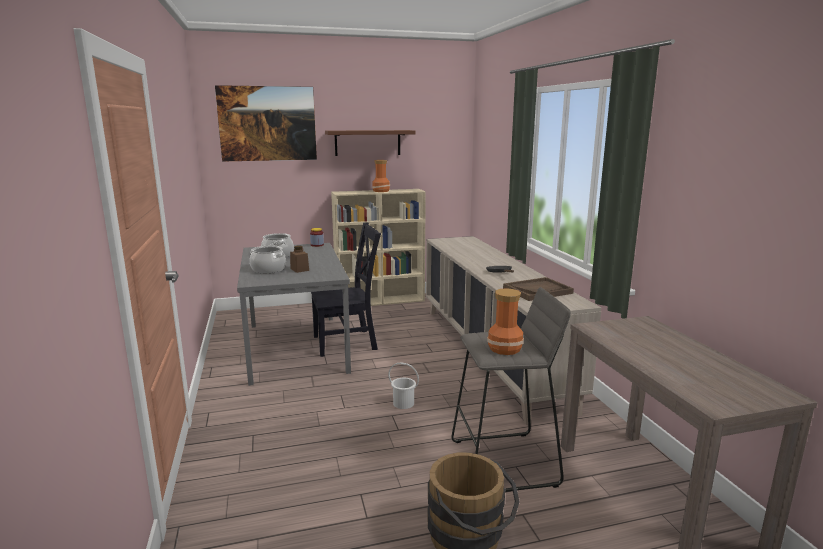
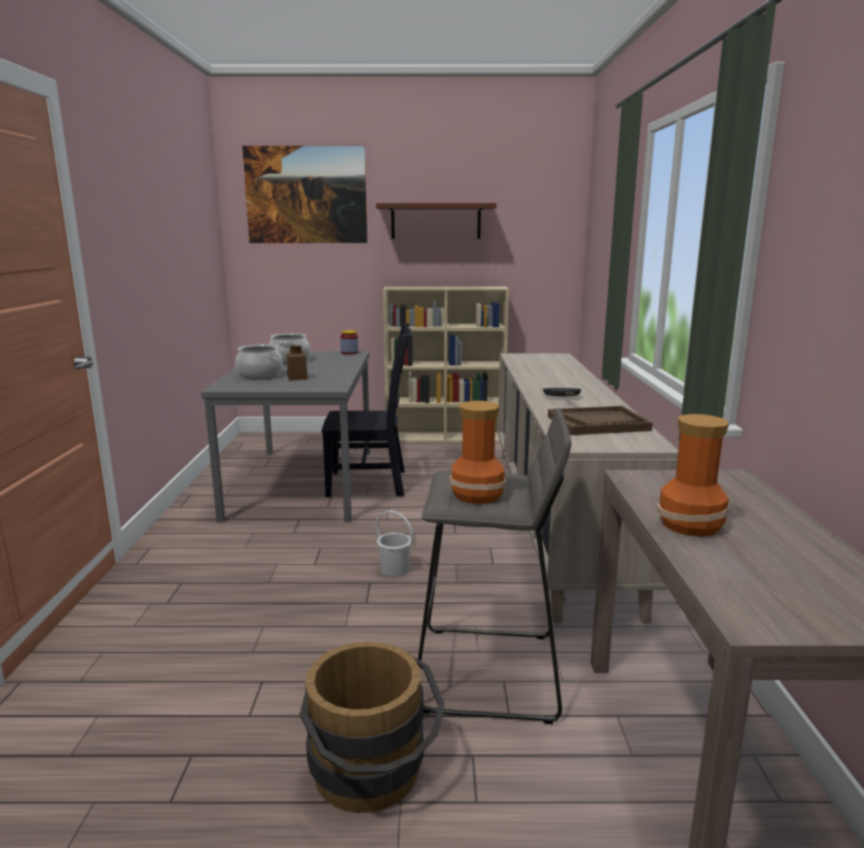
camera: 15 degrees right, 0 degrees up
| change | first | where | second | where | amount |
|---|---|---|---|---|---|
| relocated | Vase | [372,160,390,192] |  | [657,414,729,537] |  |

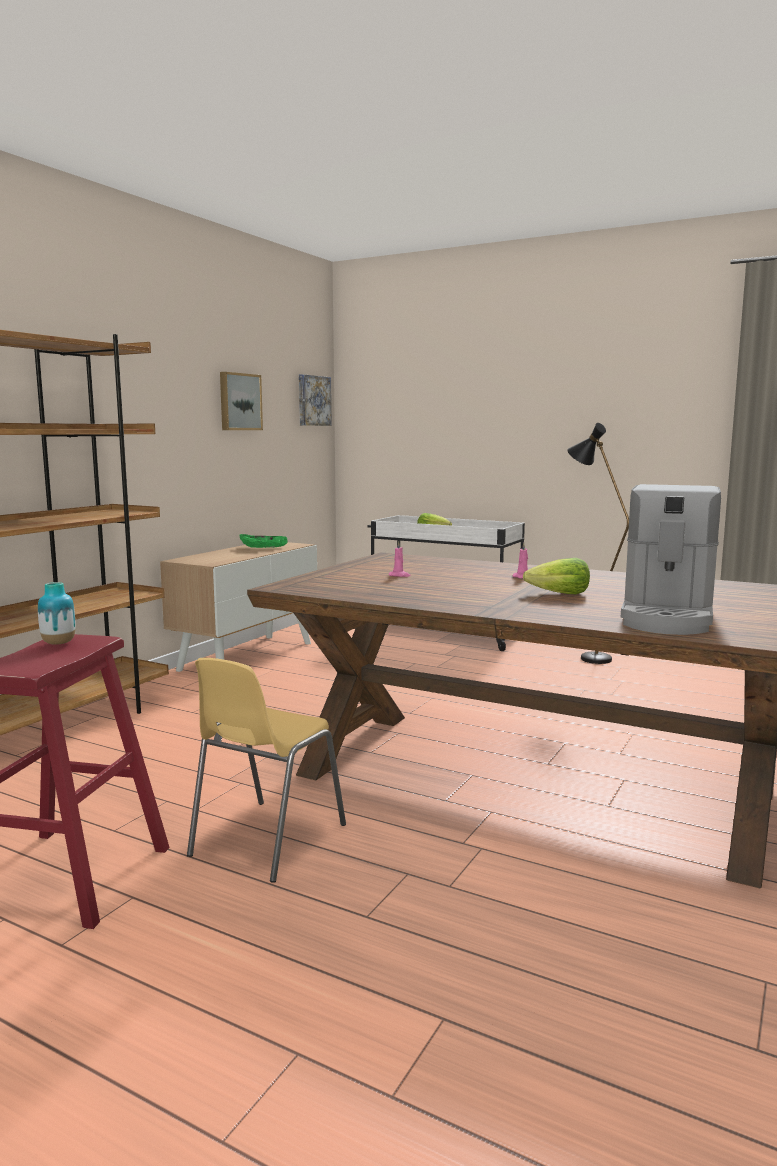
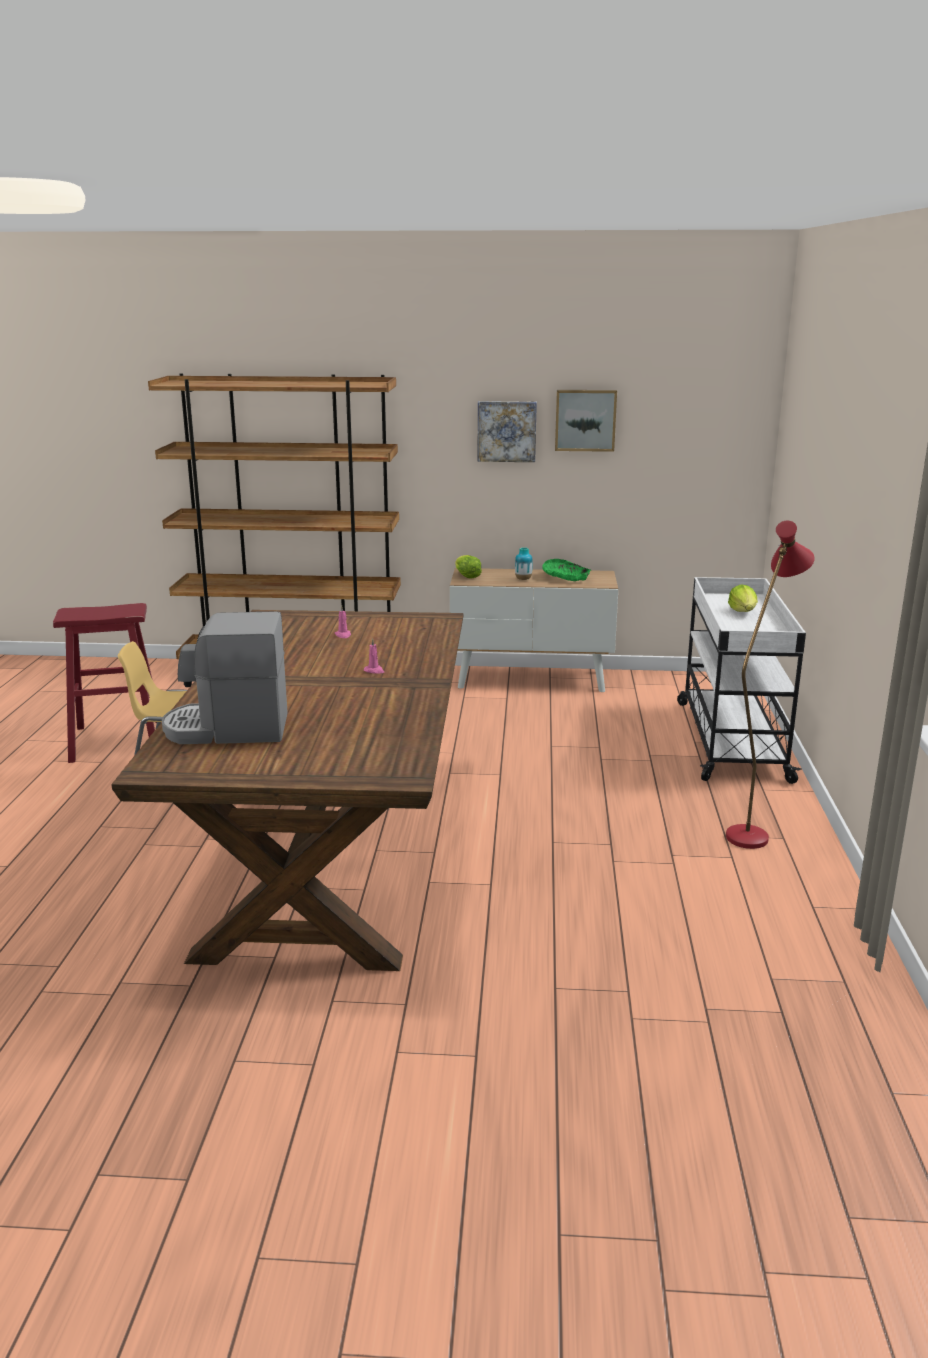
camera: 65 degrees right, 10 degrees up
| change | first | where | second | where | amount |
|---|---|---|---|---|---|
| relocated | Salatkopf | [523,558,590,594] |  | [455,555,482,579] |  |
| relocated | Bild | [299,374,332,426] |  | [478,401,537,462] |  |
| relocated | Vase | [38,582,75,644] |  | [515,547,533,580] |  |
| colour | Stehlampe/schwarz | [567,423,629,664] | Stehlampe/rot | [726,521,815,849] |  |

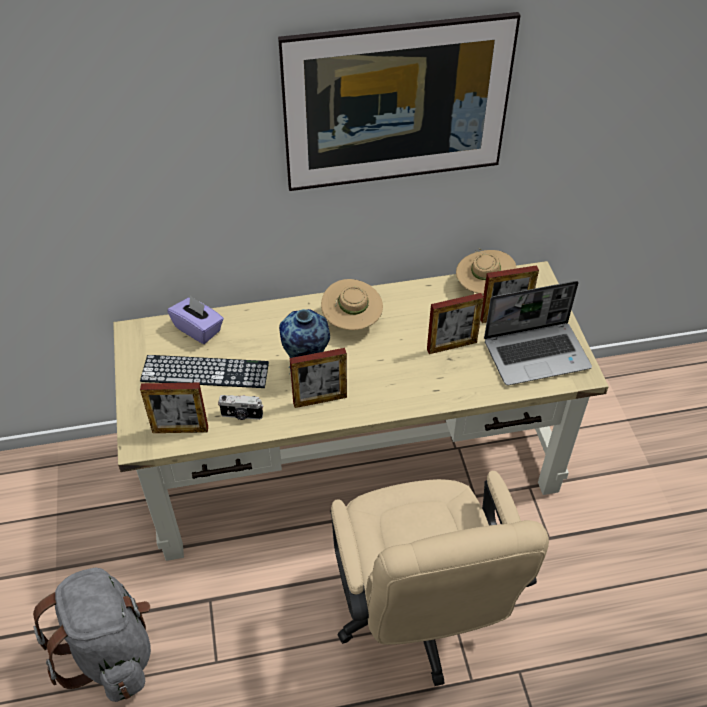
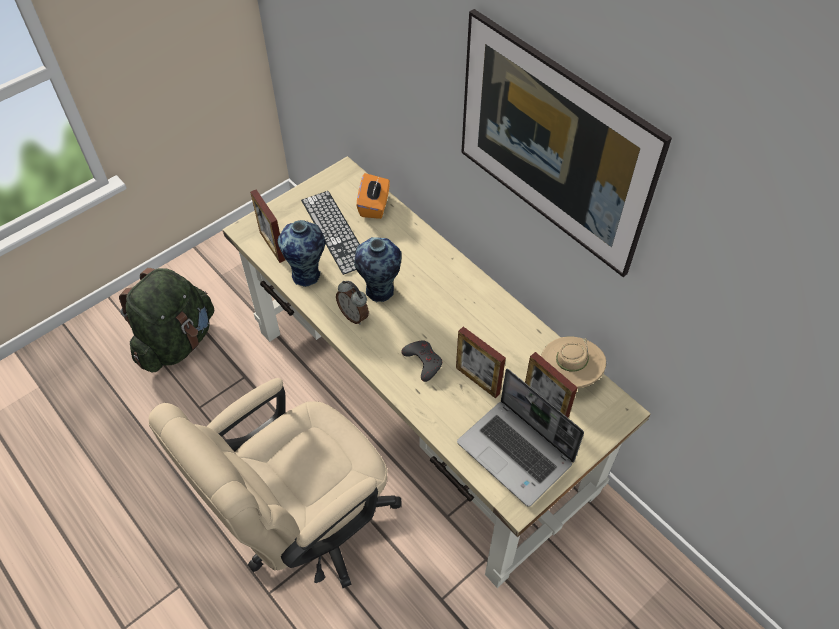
camera: 60 degrees right, 5 degrees up
| change | first | where | second | where | amount |
|---|---|---|---|---|---|
| colour | Rucksack/grau | [33,568,151,702] | Rucksack/grün | [119,268,214,373] |  |
| exchanged | Kamera | [218,395,263,420] | Vase | [277,220,325,287] |  |
| exchanged | Bilderrahmen | [290,348,347,408] | Wecker | [336,281,369,325] |  |
| colour | Taschentuchbox/lila | [167,295,224,344] | Taschentuchbox/orange | [357,173,390,219] |  |
| appeared |  |  | Gamepad/grau | [401,340,442,382] |  |
| missing | Hut/beige | [321,279,383,330] |  |  |  |

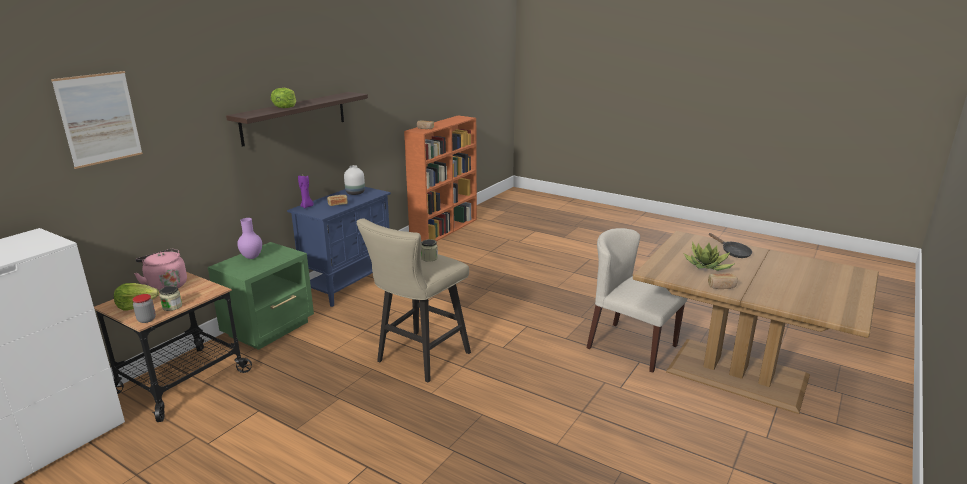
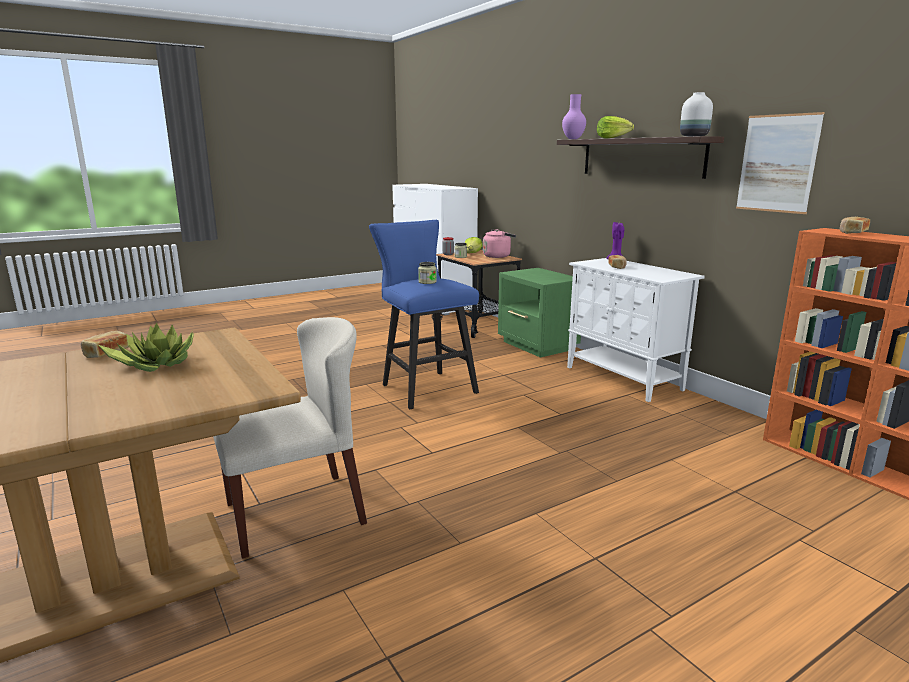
camera: 115 degrees right, 5 degrees down
| change | first | where | second | where | amount |
|---|---|---|---|---|---|
| colour | Hocker/beige | [357,218,471,383] | Hocker/blau | [369,220,479,409] |  |
| relocated | Vase/lila | [237,218,262,259] |  | [562,94,586,139] |  |
| colour | Schrank/blau | [287,187,391,307] | Schrank/weiß | [567,258,705,402] |  |
| relocated | Vase/weiß | [344,165,365,195] |  | [680,92,713,136] |  |
| relocated | Bild | [51,71,143,169] |  | [736,112,825,214] |  |
| missing | Pfanne/schwarz | [709,233,752,258] |  |  |  |

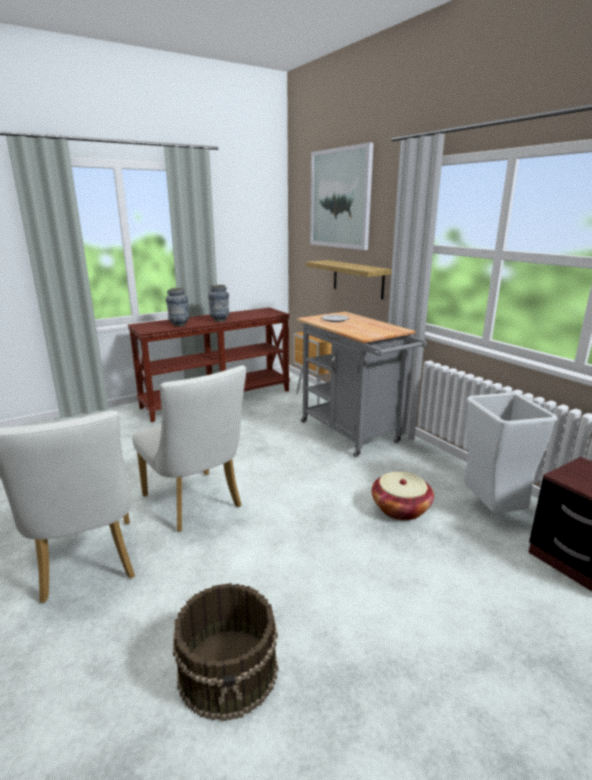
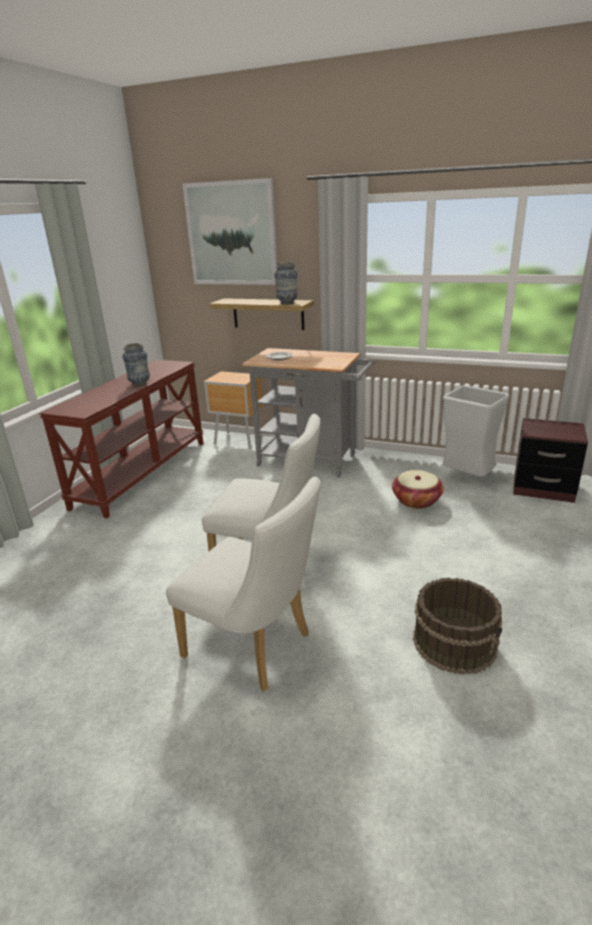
camera: 35 degrees left, 5 degrees up
| change | first | where | second | where | amount |
|---|---|---|---|---|---|
| relocated | Vase | [166,288,189,327] |  | [274,262,297,305] |  |

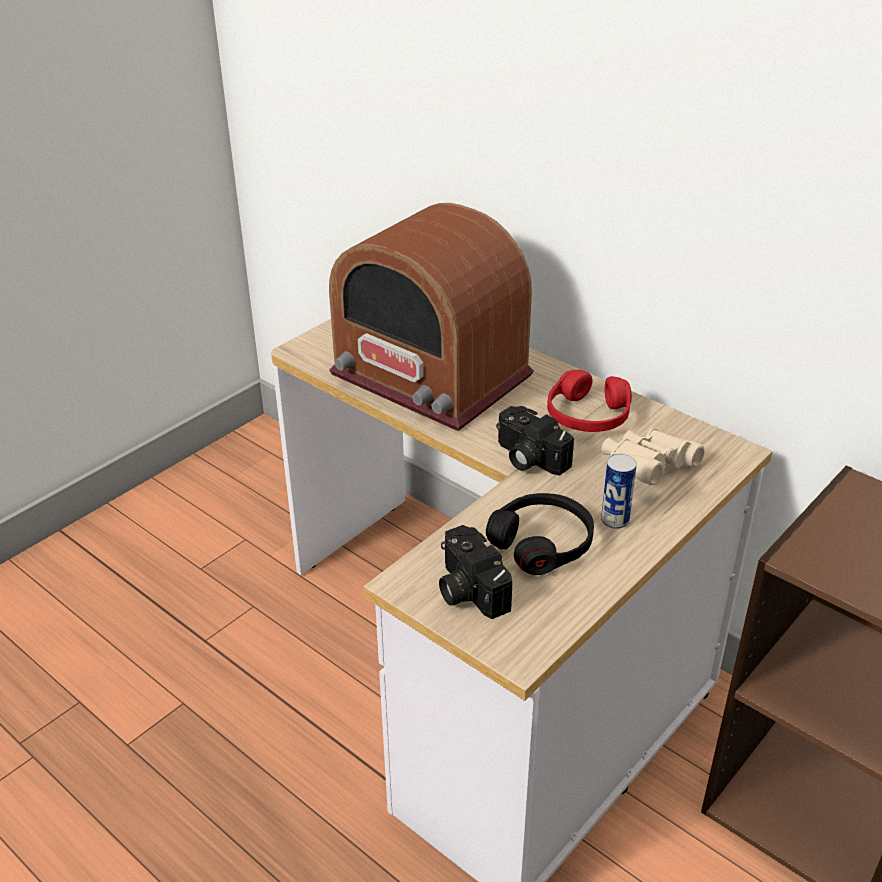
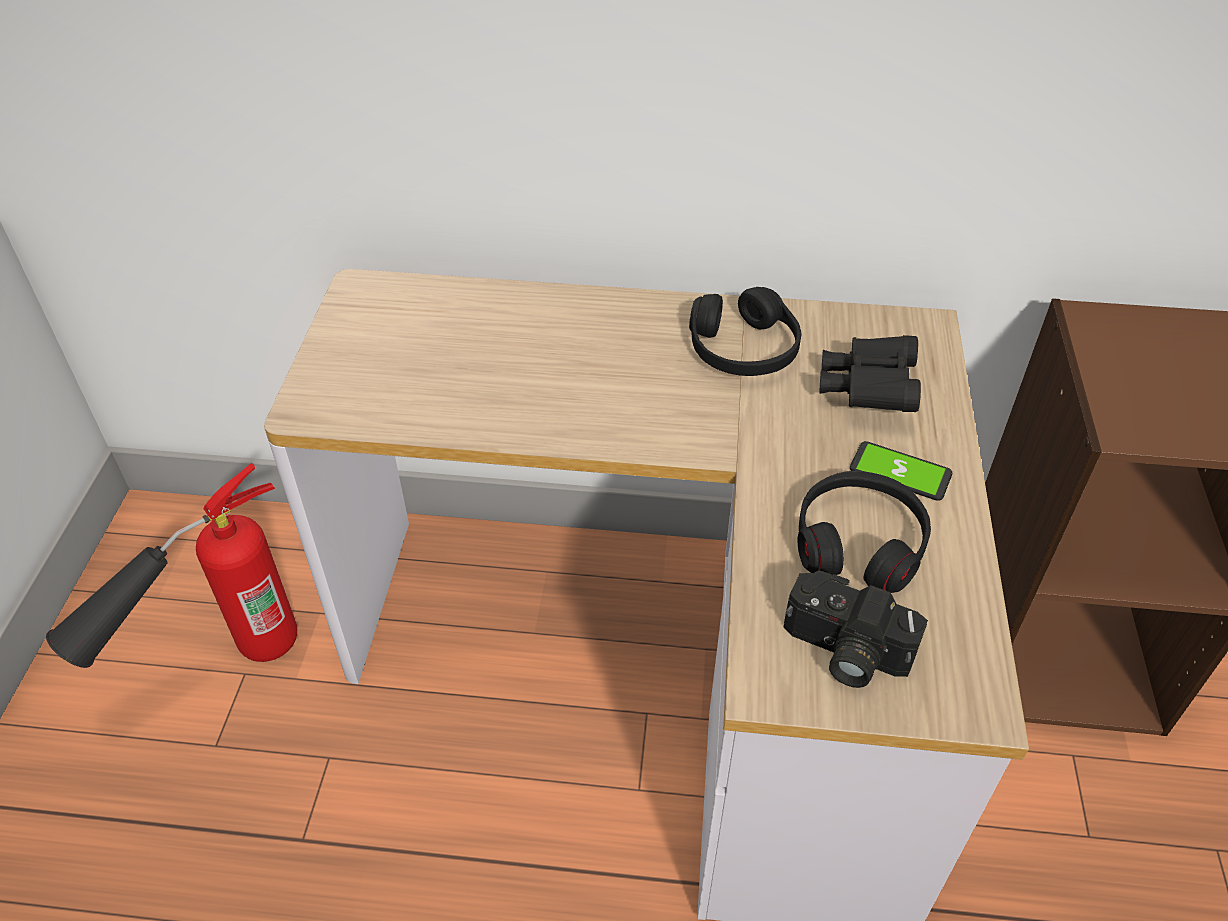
camera: 35 degrees left, 10 degrees up
| change | first | where | second | where | amount |
|---|---|---|---|---|---|
| appeared |  |  | Feuerlöscher | [46,463,297,668] |  |
| colour | Kopfhörer/rot | [547,370,632,432] | Kopfhörer/schwarz | [689,287,801,376] |  |
| colour | Fernglas/beige | [601,428,705,485] | Fernglas/schwarz | [820,335,921,412] |  |
| exchanged | Dose | [601,454,637,529] | Handy | [850,441,952,501] |  |
| missing | Radio | [329,203,534,431] |  |  |  |
| missing | Kamera | [496,406,574,476] |  |  |  |

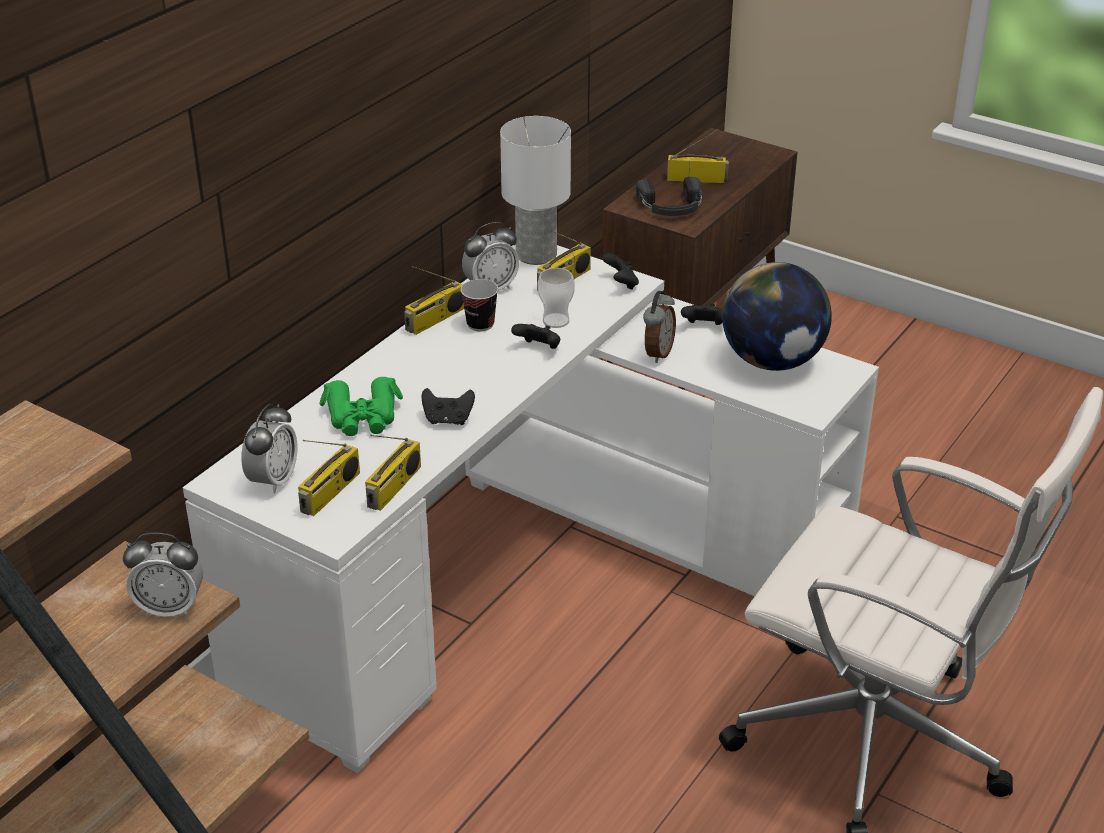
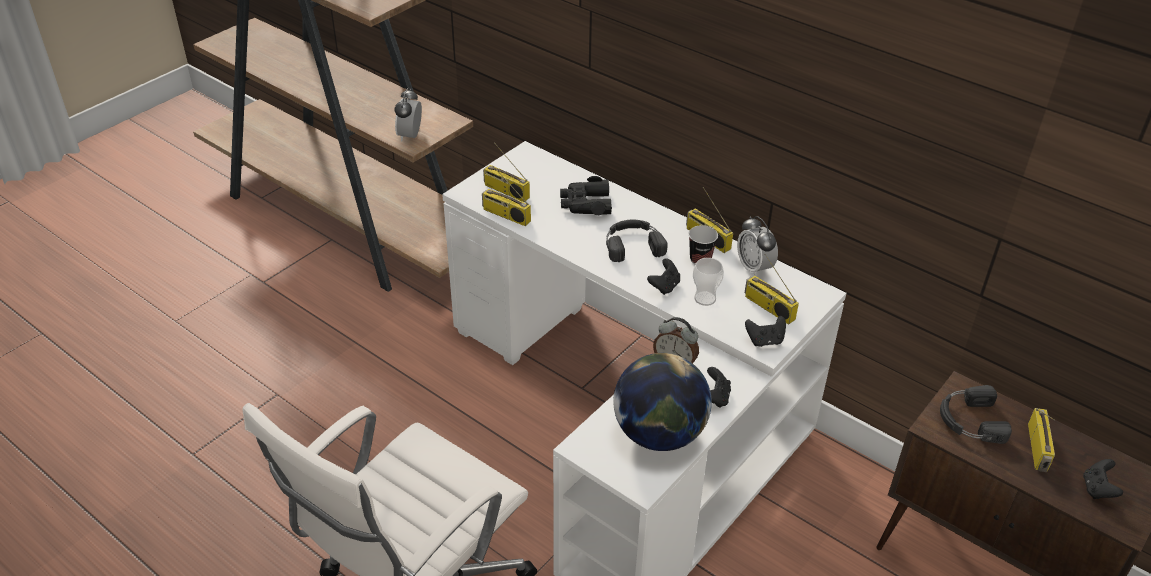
camera: 95 degrees right, 5 degrees up
| change | first | where | second | where | amount |
|---|---|---|---|---|---|
| colour | Fernglas/grün | [320,377,403,436] | Fernglas/schwarz | [560,176,612,215] |  |
| appeared |  |  | Kopfhörer/schwarz | [606,220,668,262] |  |
| relocated | Gamepad/schwarz | [421,388,475,425] |  | [1083,459,1123,499] |  |
| missing | Wecker | [241,404,297,493] |  |  |  |
| missing | Tischlampe/weiß | [500,116,571,265] |  |  |  |

